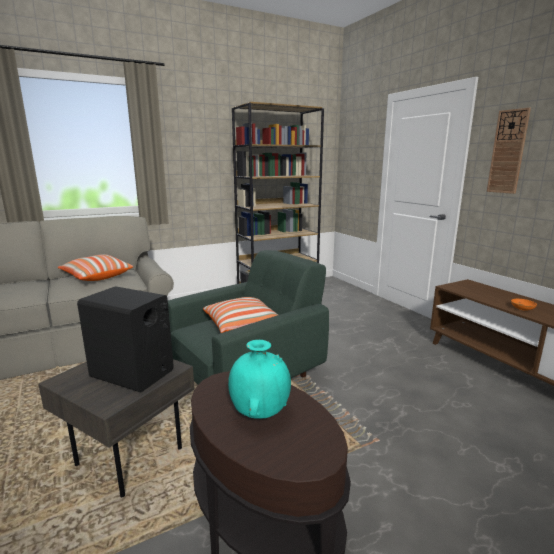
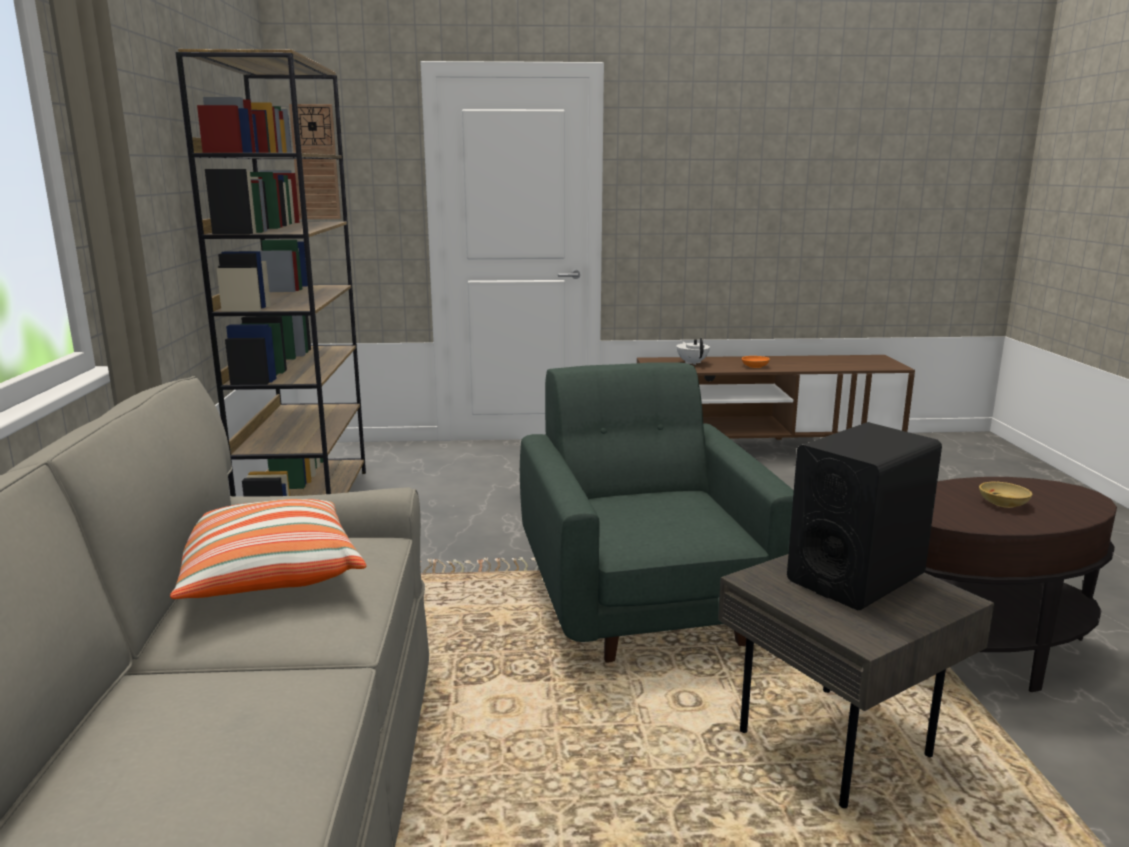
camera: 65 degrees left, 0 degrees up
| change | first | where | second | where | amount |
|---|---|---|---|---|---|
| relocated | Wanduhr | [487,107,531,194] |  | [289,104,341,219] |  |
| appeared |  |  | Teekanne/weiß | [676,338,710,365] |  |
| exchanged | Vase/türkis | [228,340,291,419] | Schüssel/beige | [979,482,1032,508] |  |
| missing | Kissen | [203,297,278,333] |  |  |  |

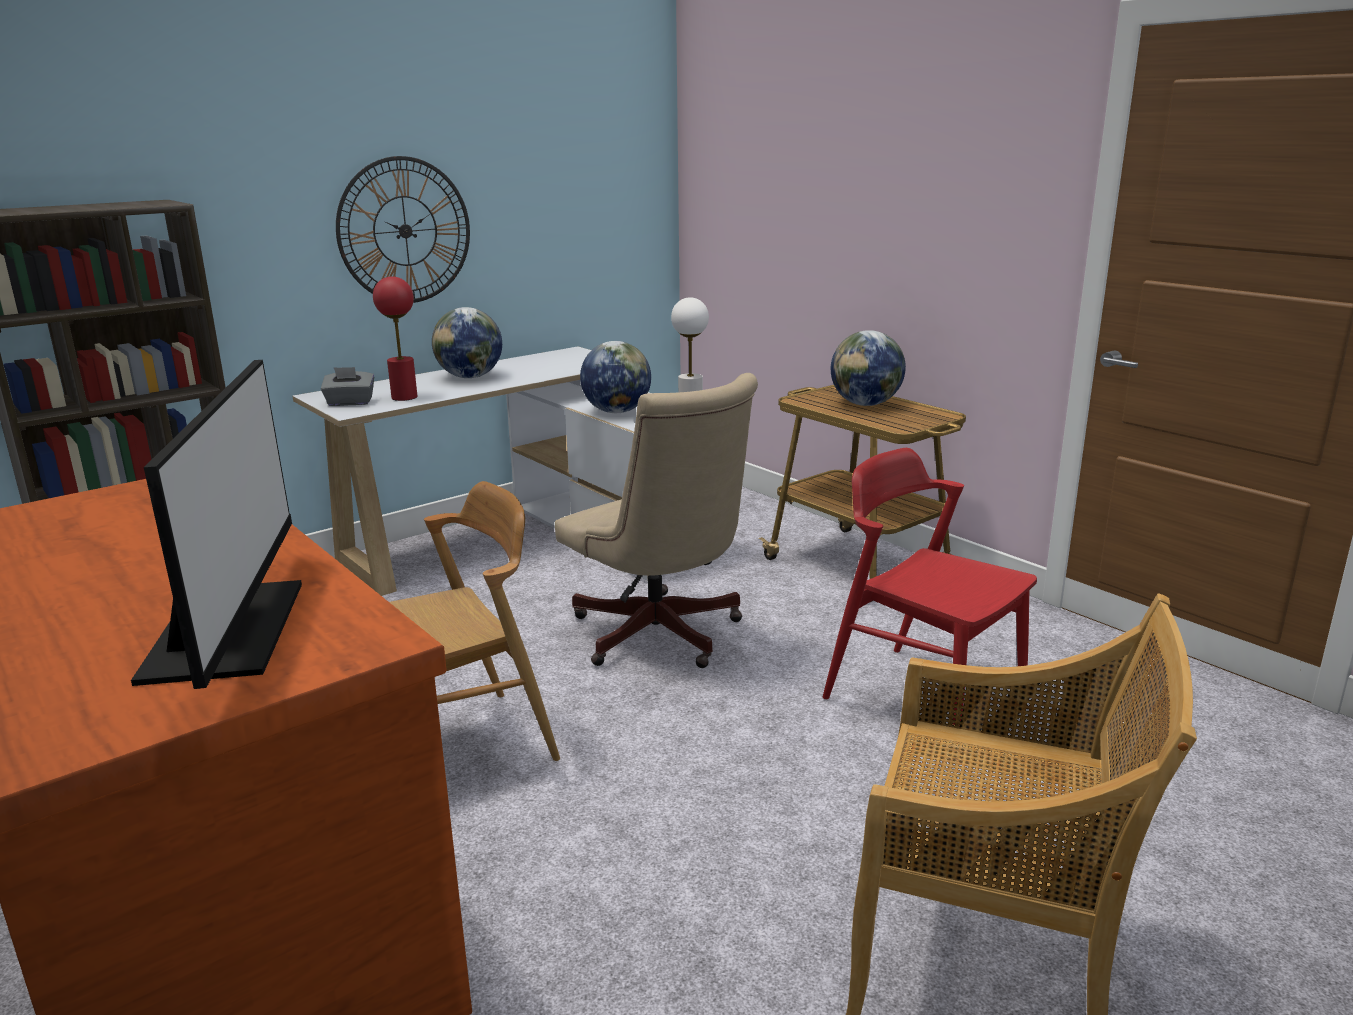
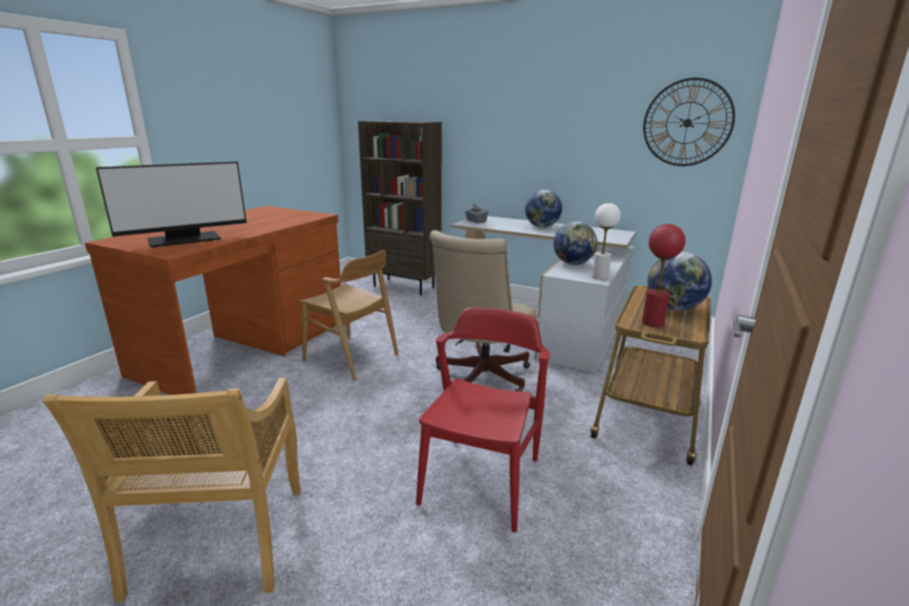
camera: 65 degrees right, 0 degrees up
| change | first | where | second | where | amount |
|---|---|---|---|---|---|
| relocated | Tischlampe/rot | [373,276,417,401] |  | [642,224,685,327] |  |
| relocated | Wanduhr | [336,156,470,303] |  | [643,78,735,166] |  |

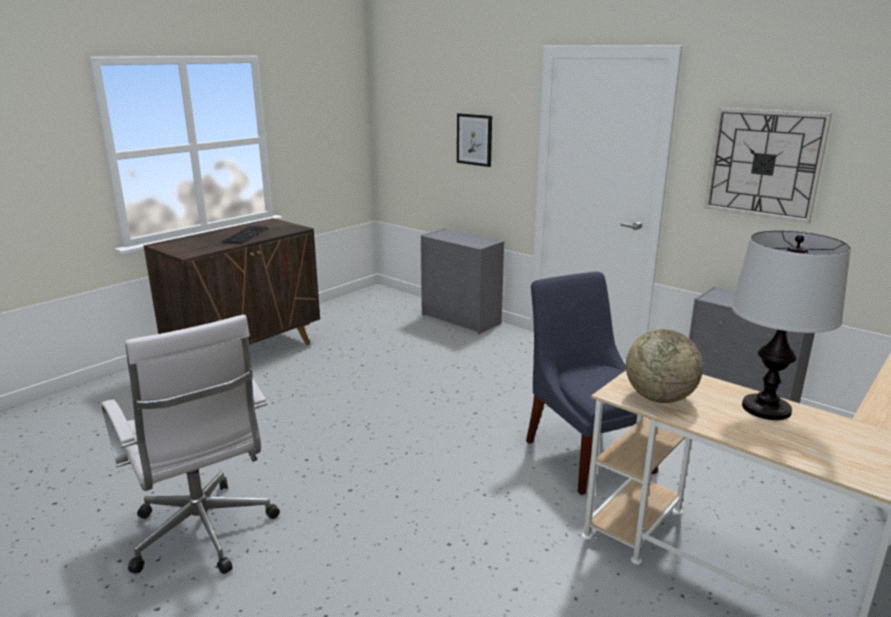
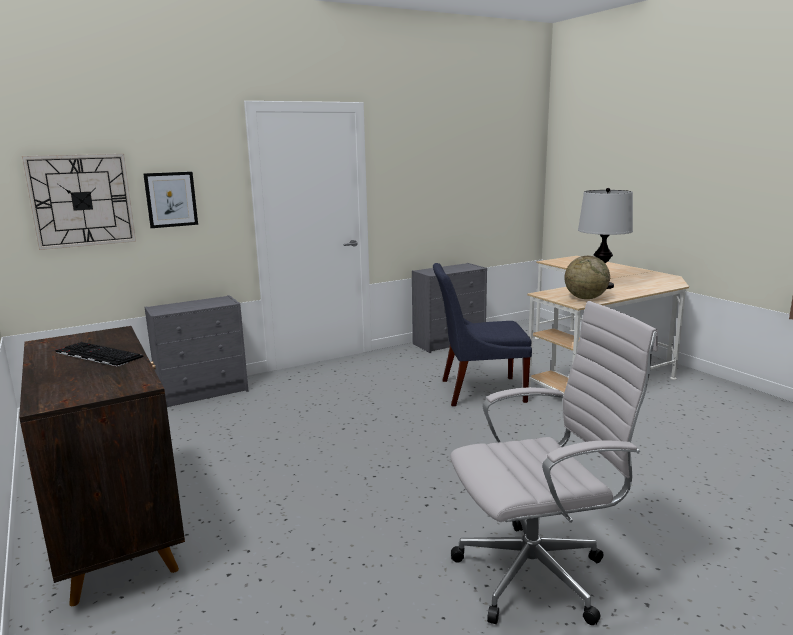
camera: 70 degrees left, 5 degrees down
| change | first | where | second | where | amount |
|---|---|---|---|---|---|
| relocated | Wanduhr | [704,108,832,223] |  | [22,154,136,250] |  |

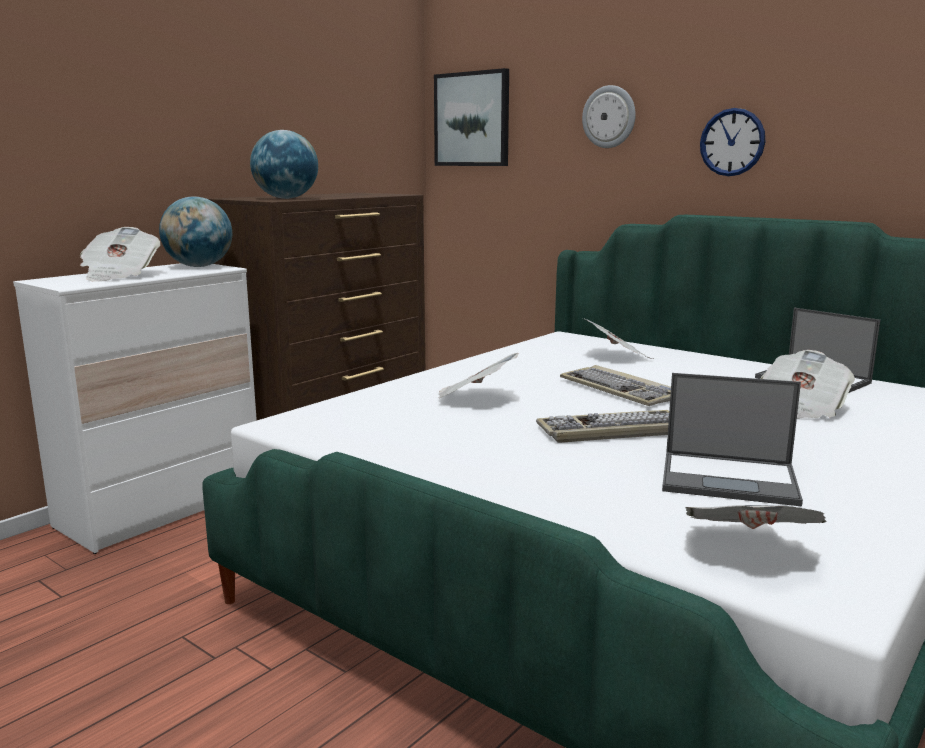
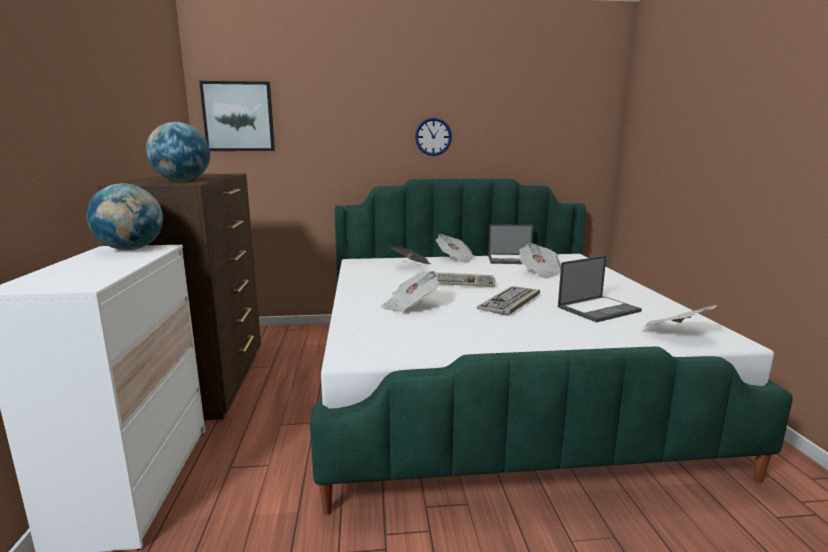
camera: 45 degrees left, 0 degrees up
| change | first | where | second | where | amount |
|---|---|---|---|---|---|
| relocated | Zeitung | [80,227,161,282] |  | [436,234,475,263] |  |
| missing | Wanduhr | [582,85,636,148] |  |  |  |

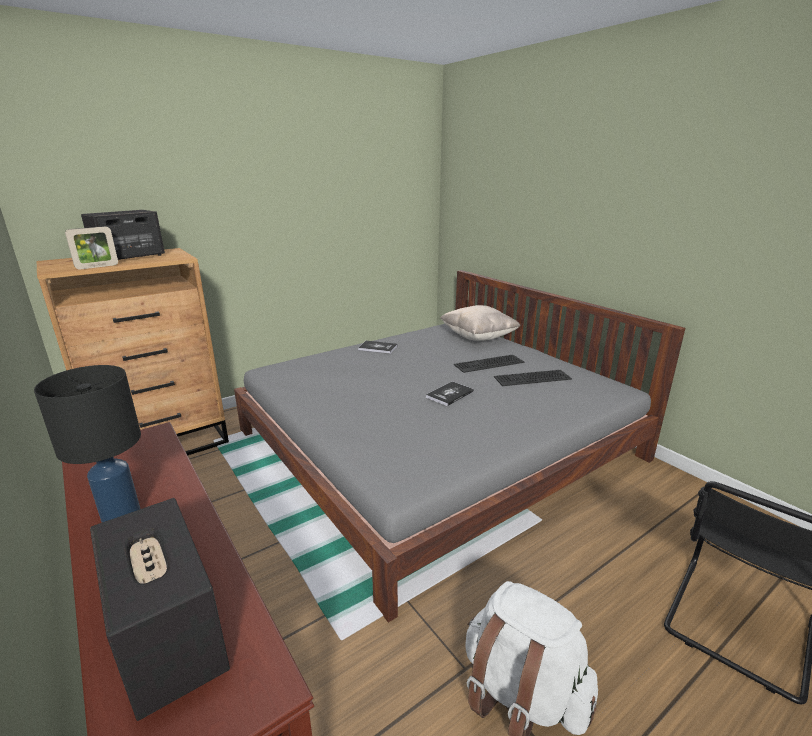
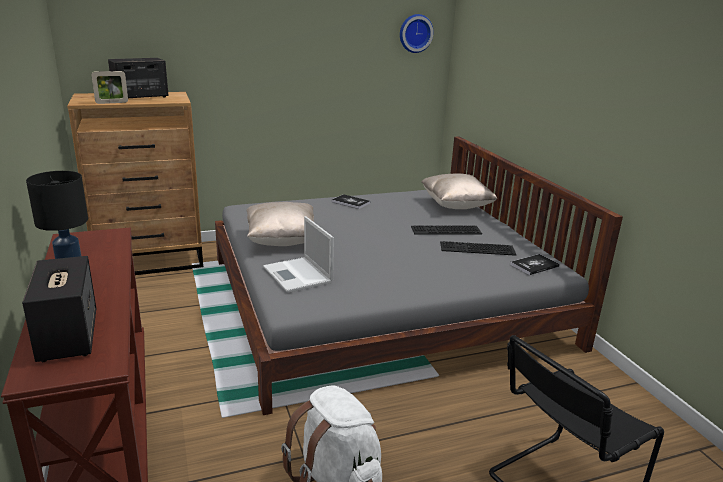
camera: 15 degrees right, 0 degrees up
| change | first | where | second | where | amount |
|---|---|---|---|---|---|
| appeared |  |  | Kissen/beige | [246,202,314,246] |  |
| appeared |  |  | Laptop | [263,216,334,293] |  |
| appeared |  |  | Wanduhr | [400,14,434,53] |  |
| relocated | Buch | [426,381,474,406] |  | [510,254,560,275] |  |

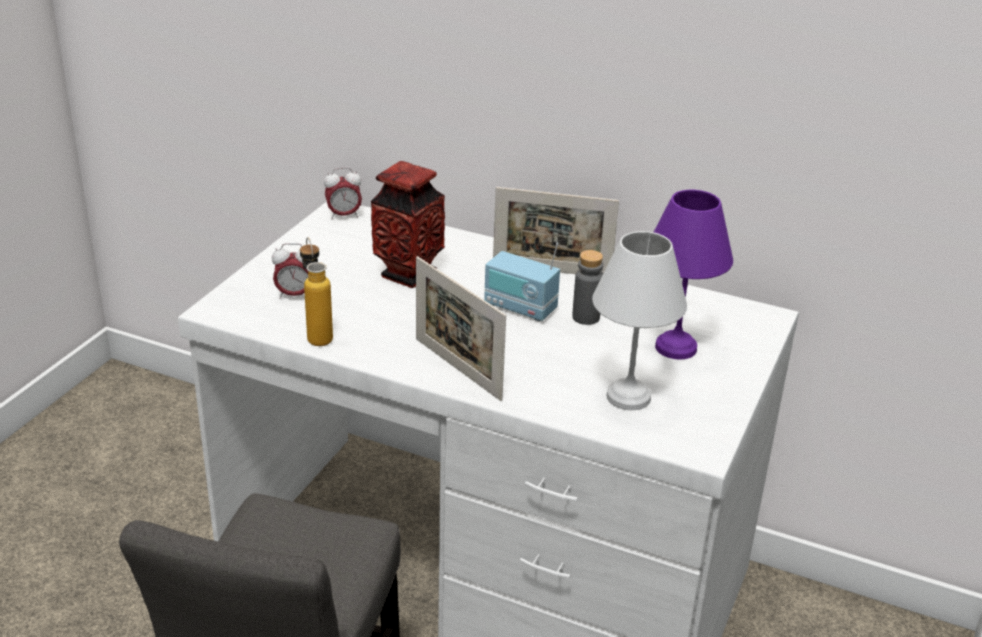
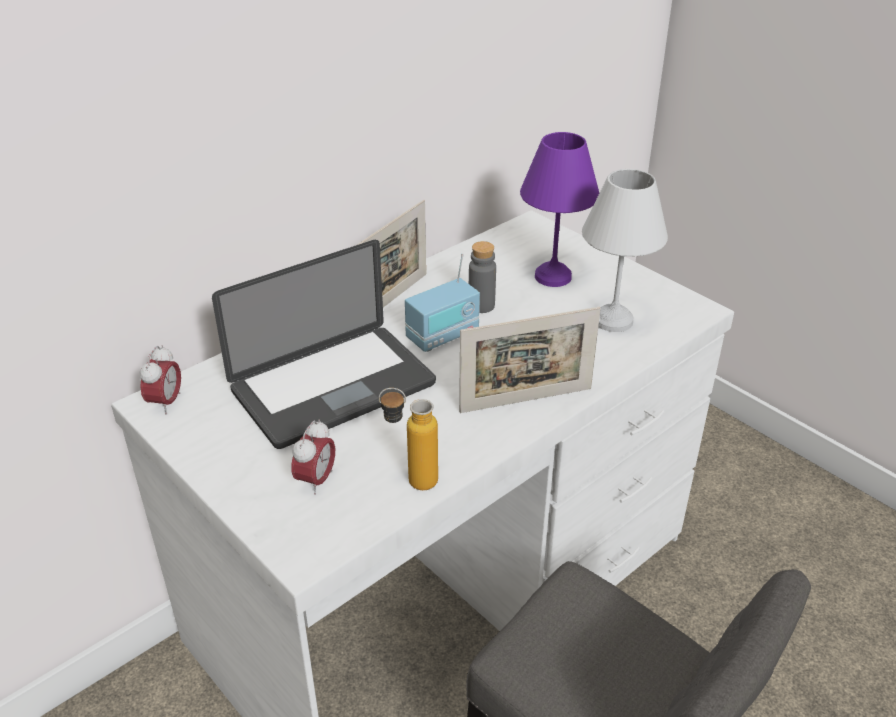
camera: 65 degrees left, 5 degrees up
| change | first | where | second | where | amount |
|---|---|---|---|---|---|
| exchanged | Vase | [371,161,445,288] | Laptop | [212,240,436,449] |  |

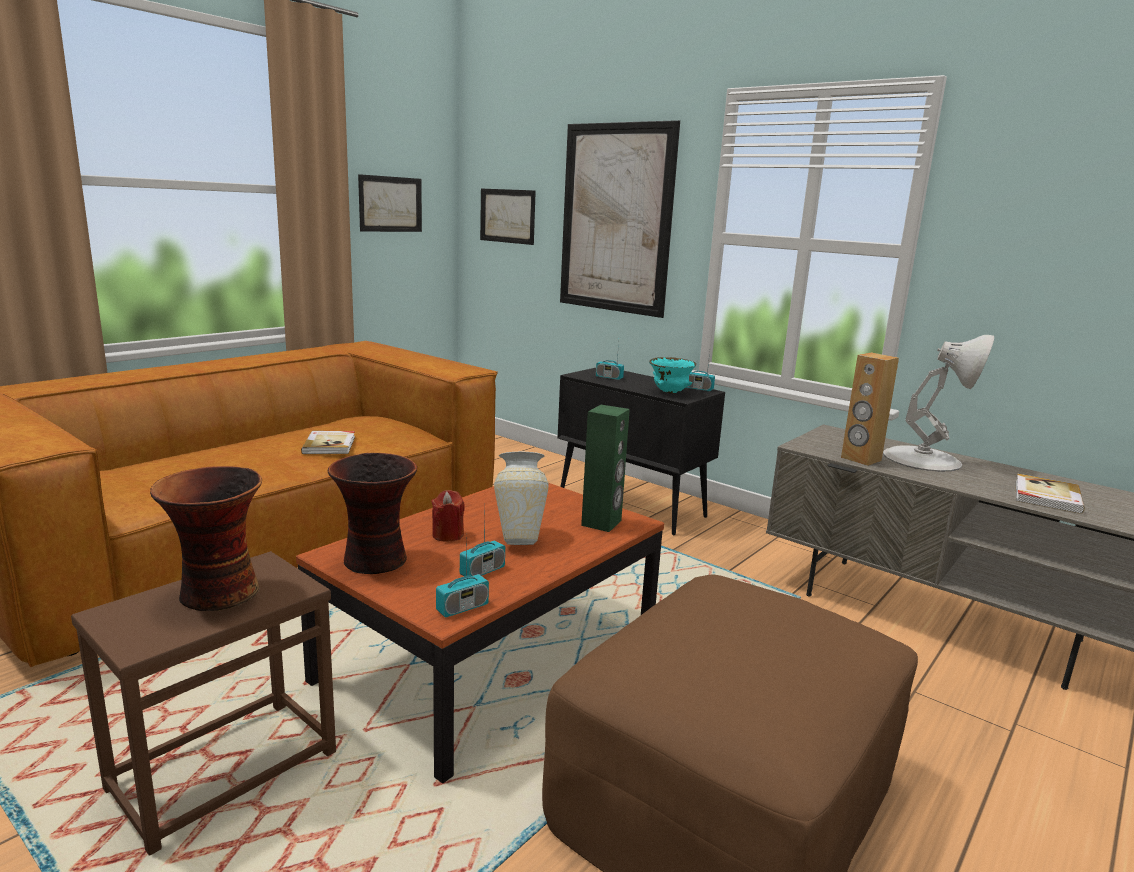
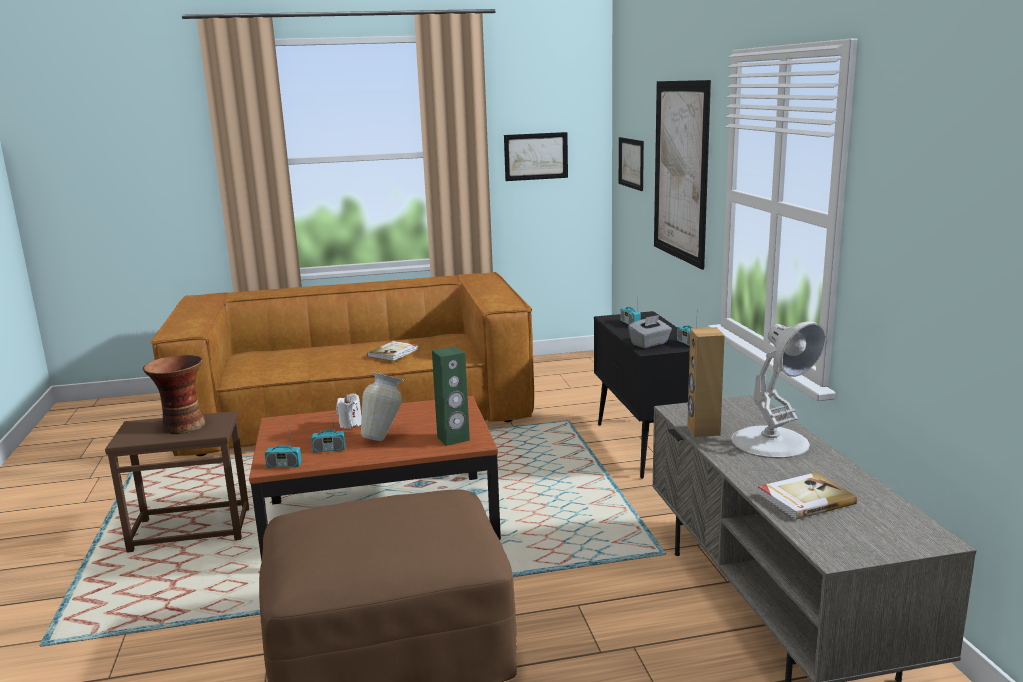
camera: 40 degrees right, 0 degrees up
| change | first | where | second | where | amount |
|---|---|---|---|---|---|
| colour | Kerze/rot | [431,490,465,542] | Kerze/weiß | [336,393,362,429] |  |
| exchanged | Schüssel/türkis | [649,357,696,394] | Taschentuchbox/grau | [628,315,672,348] |  |
| missing | Vase | [328,453,417,574] |  |  |  |

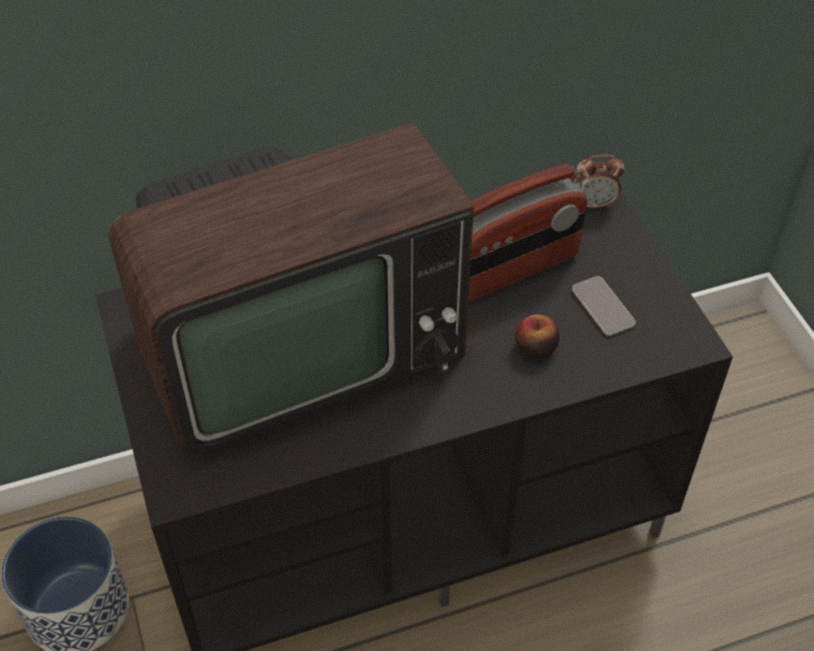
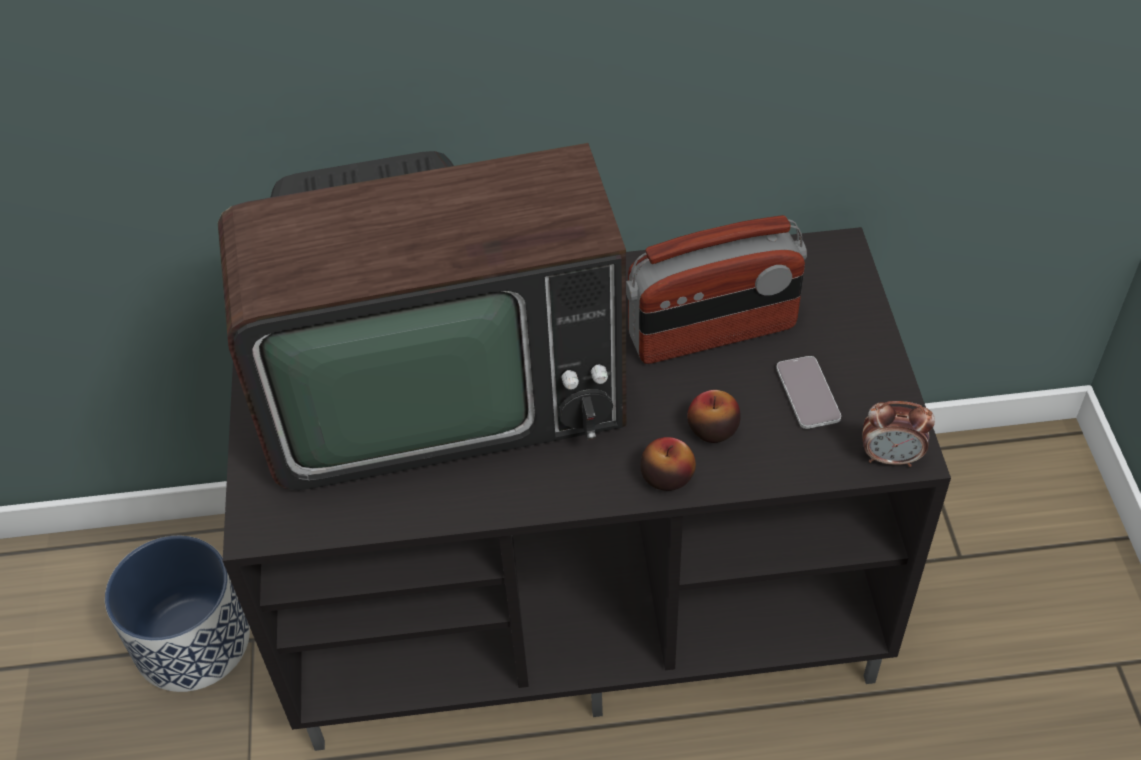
camera: 15 degrees right, 0 degrees up
| change | first | where | second | where | amount |
|---|---|---|---|---|---|
| appeared |  |  | Apfel | [640,437,696,491] |  |
| relocated | Wecker | [572,154,625,208] |  | [862,401,935,467] |  |

